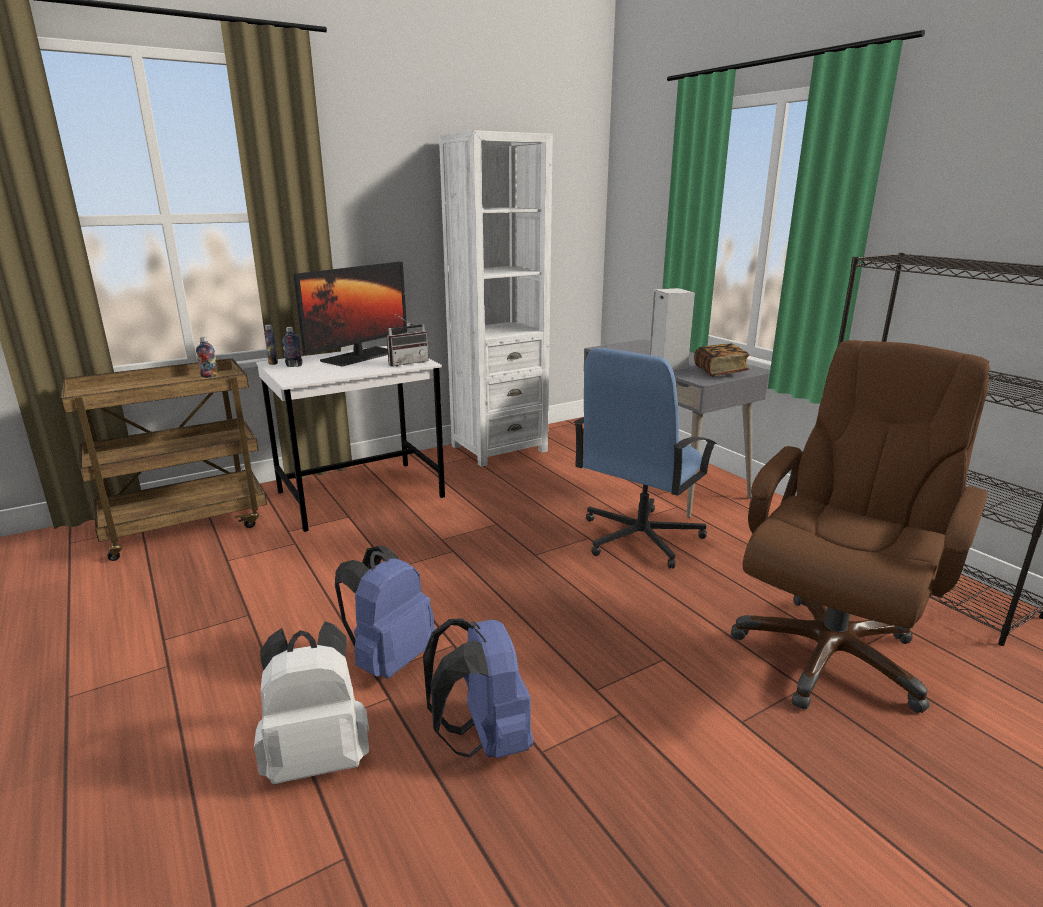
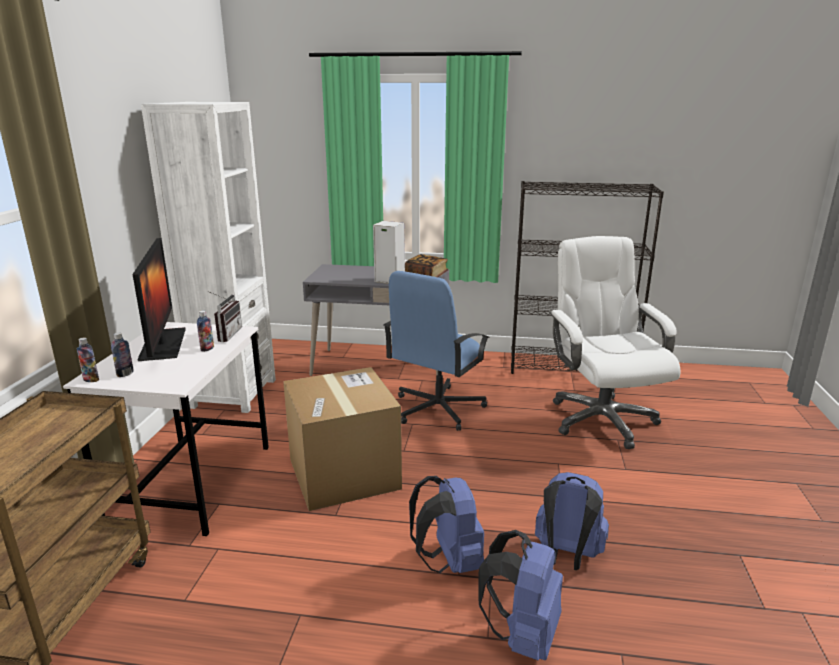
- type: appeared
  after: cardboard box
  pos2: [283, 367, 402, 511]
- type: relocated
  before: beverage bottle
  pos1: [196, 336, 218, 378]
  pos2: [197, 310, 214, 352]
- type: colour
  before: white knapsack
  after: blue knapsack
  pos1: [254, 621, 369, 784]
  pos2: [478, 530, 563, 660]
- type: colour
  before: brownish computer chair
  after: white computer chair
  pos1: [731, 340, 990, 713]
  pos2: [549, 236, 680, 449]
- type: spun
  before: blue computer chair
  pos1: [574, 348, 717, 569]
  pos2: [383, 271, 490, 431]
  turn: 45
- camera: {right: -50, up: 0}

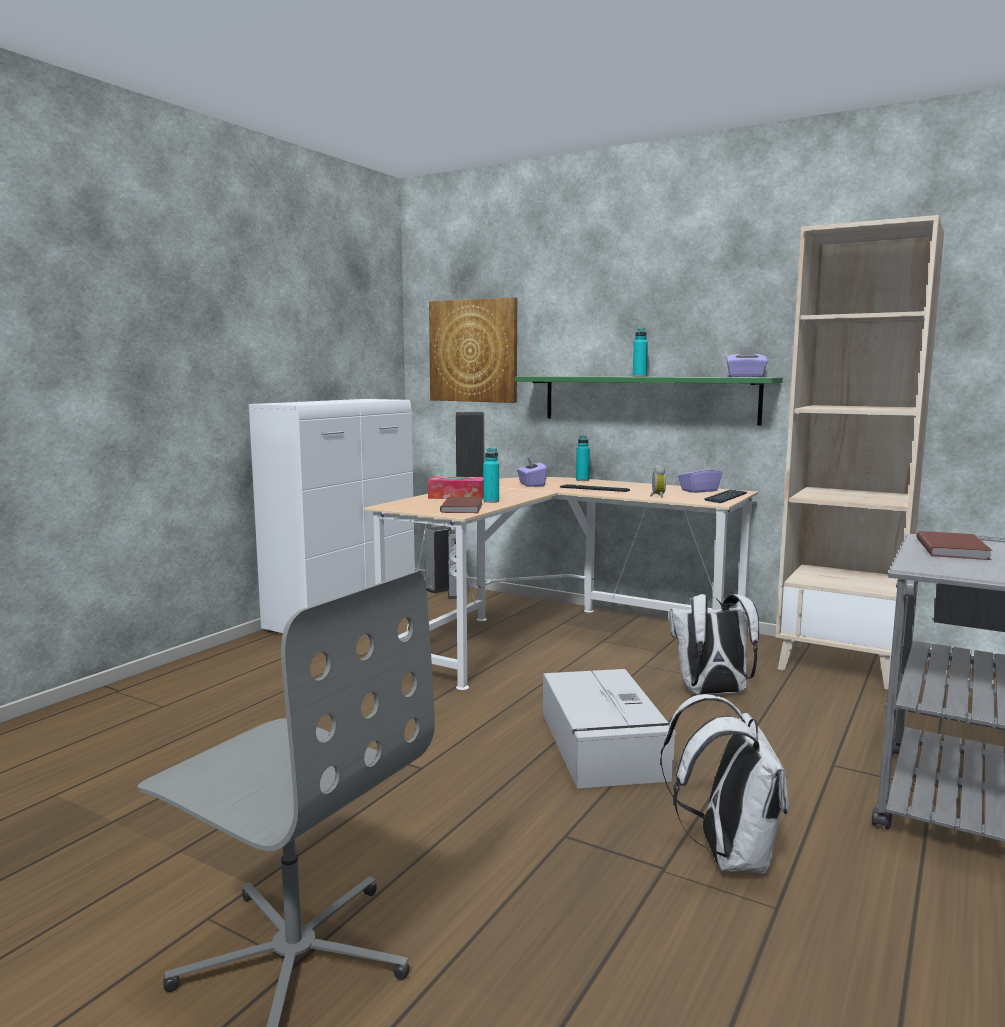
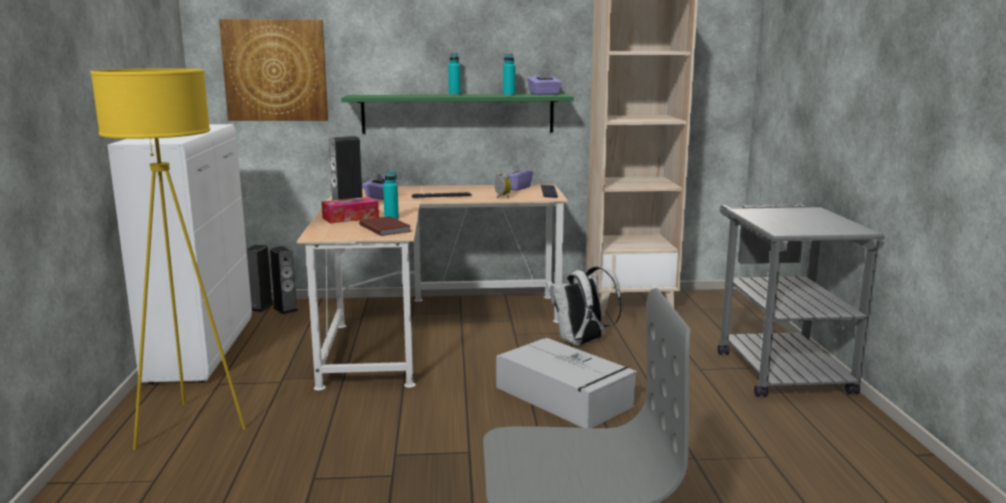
- type: missing
  before: white knapsack
  pos1: [660, 694, 789, 874]
- type: missing
  before: brownish book
  pos1: [916, 531, 993, 560]
- type: appeared
  after: yellowish floor lamp
  pos2: [90, 68, 246, 450]
- type: relocated
  before: turquoise beverage bottle
  pos1: [576, 435, 590, 481]
  pos2: [503, 54, 515, 96]
- camera: {right: -35, up: 5}

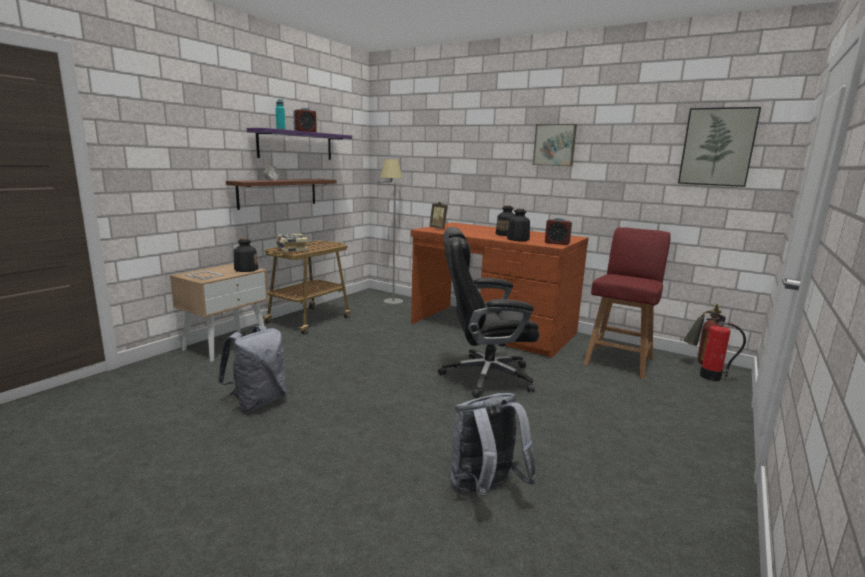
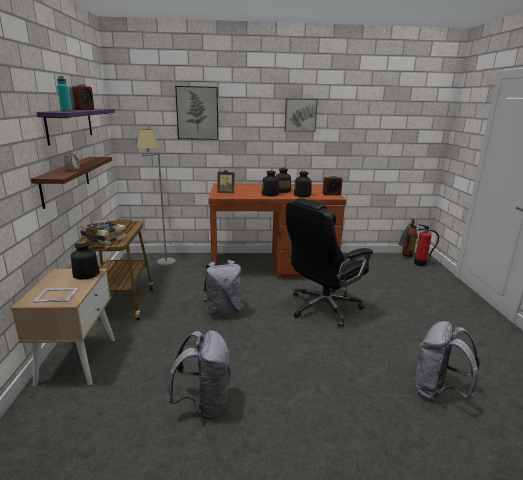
- type: missing
  before: red chair
  pos1: [584, 227, 671, 379]
- type: appeared
  after: greyish knapsack
  pos2: [203, 260, 242, 316]
- type: appeared
  after: beverage bottle
  pos2: [262, 170, 279, 196]
- type: relocated
  before: picture
  pos1: [678, 107, 761, 187]
  pos2: [175, 86, 218, 140]
- camera: {right: -35, up: 5}

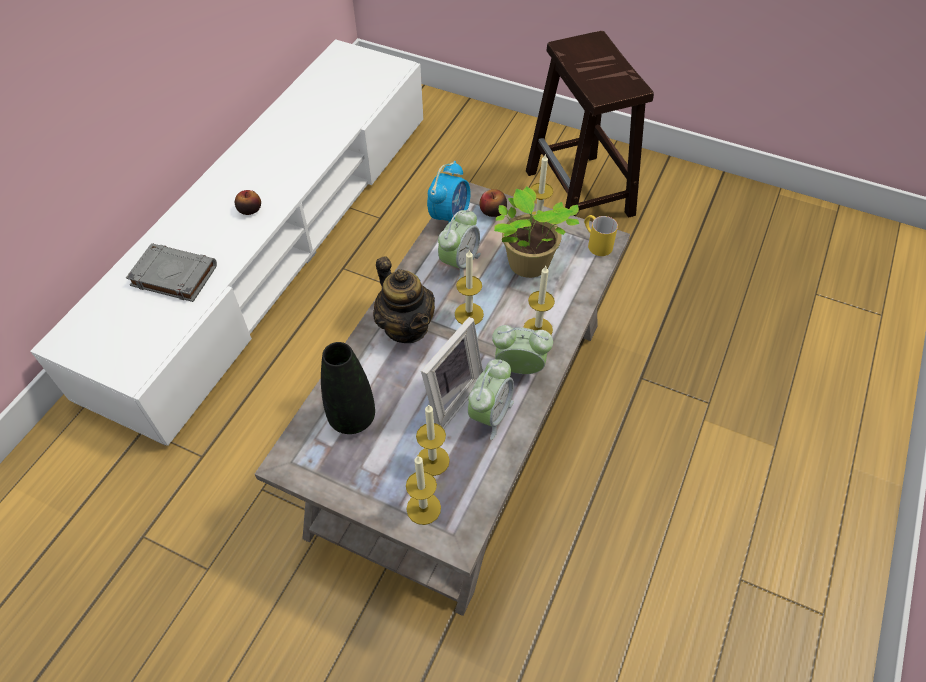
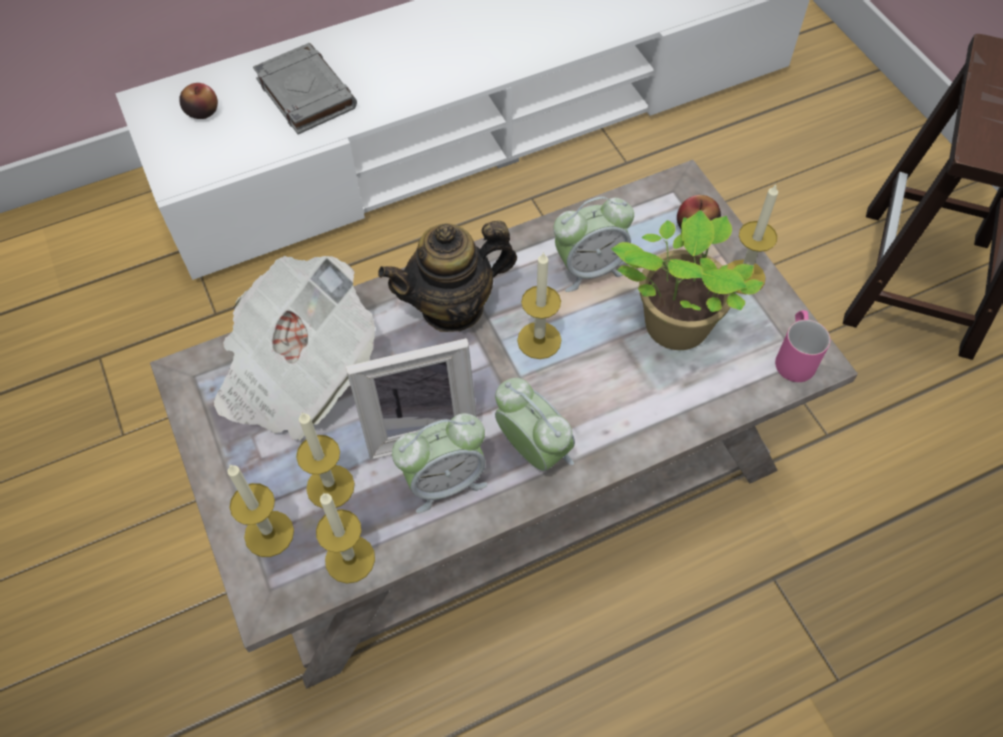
- type: missing
  before: table clock
  pos1: [427, 161, 471, 222]
- type: relocated
  before: apple
  pos1: [235, 190, 261, 215]
  pos2: [179, 83, 218, 119]
- type: relocated
  before: wax candle
  pos1: [523, 266, 555, 335]
  pos2: [316, 493, 375, 584]
- type: exchanged
  before: black-coloured decorative vase
  after: newspaper
  pos1: [321, 342, 375, 434]
  pos2: [214, 256, 375, 440]
- type: colour
  before: yellowish mug
  after: pink mug
  pos1: [584, 215, 618, 256]
  pos2: [775, 310, 830, 382]
- type: spun
  before: tea pot
  pos1: [373, 256, 435, 343]
  pos2: [378, 221, 517, 332]
  turn: 60
- camera: {right: 40, up: 5}

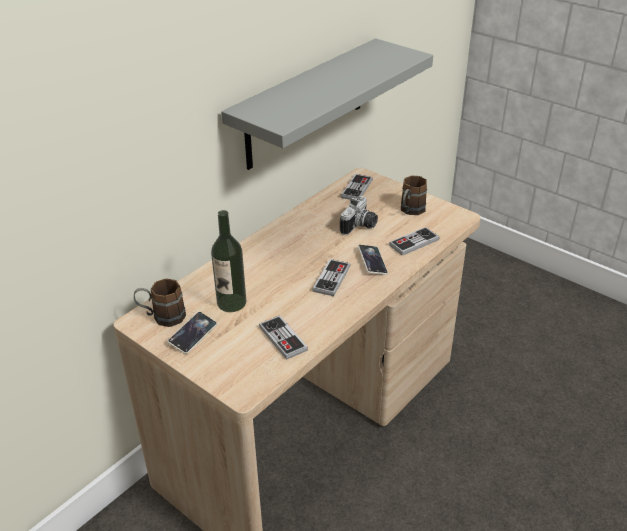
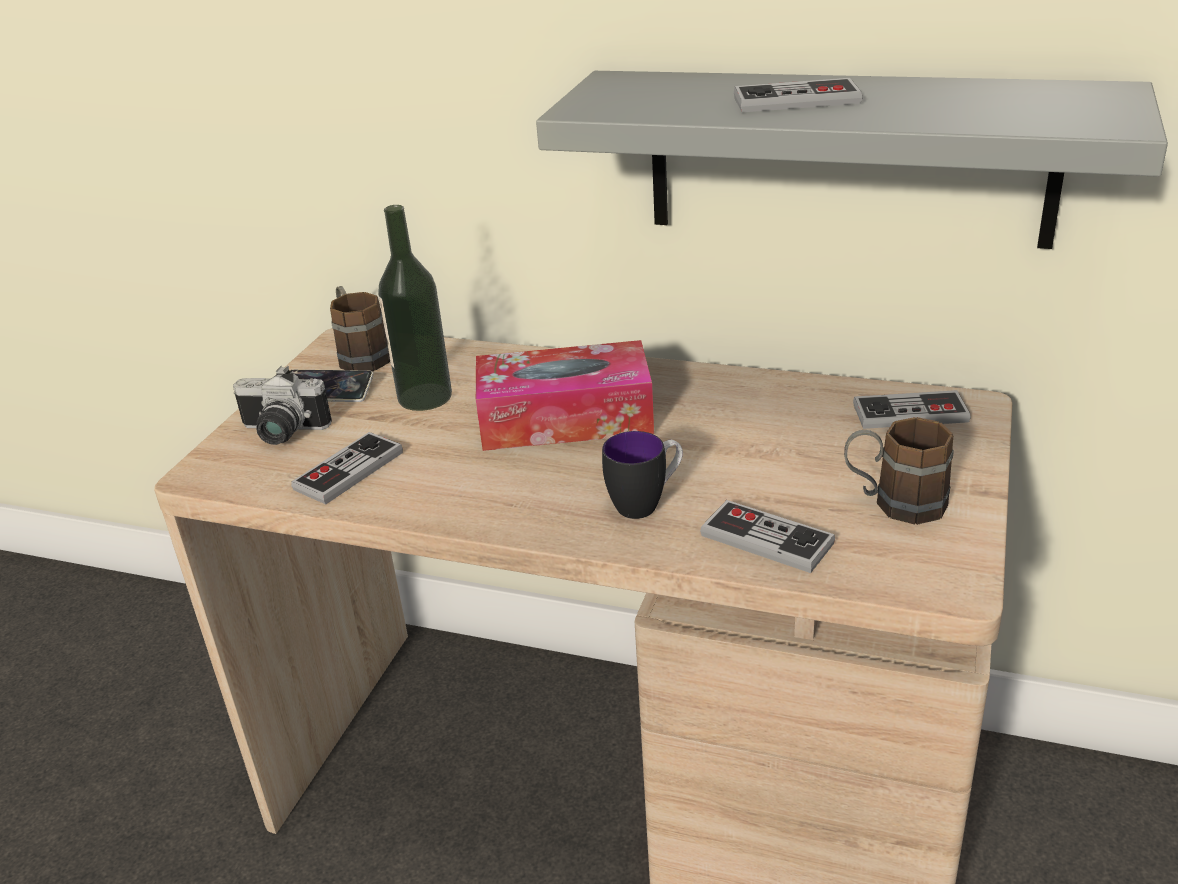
- type: appeared
  after: box of tissues
  pos2: [476, 340, 654, 451]
- type: relocated
  before: joypad
  pos1: [313, 259, 350, 296]
  pos2: [734, 78, 863, 112]
- type: relocated
  before: photo camera
  pos1: [340, 196, 378, 235]
  pos2: [233, 366, 332, 445]
- type: exchanged
  before: phone
  after: mug
  pos1: [358, 245, 388, 275]
  pos2: [602, 431, 683, 519]
- camera: {right: 70, up: -5}

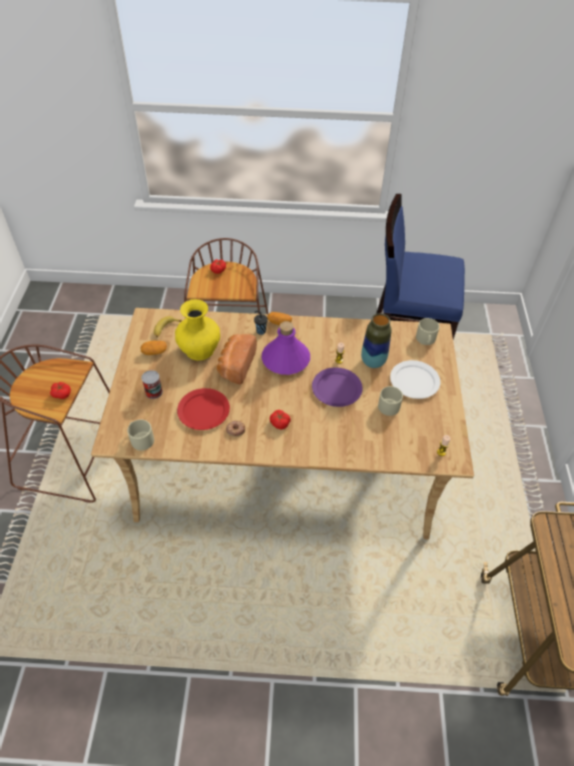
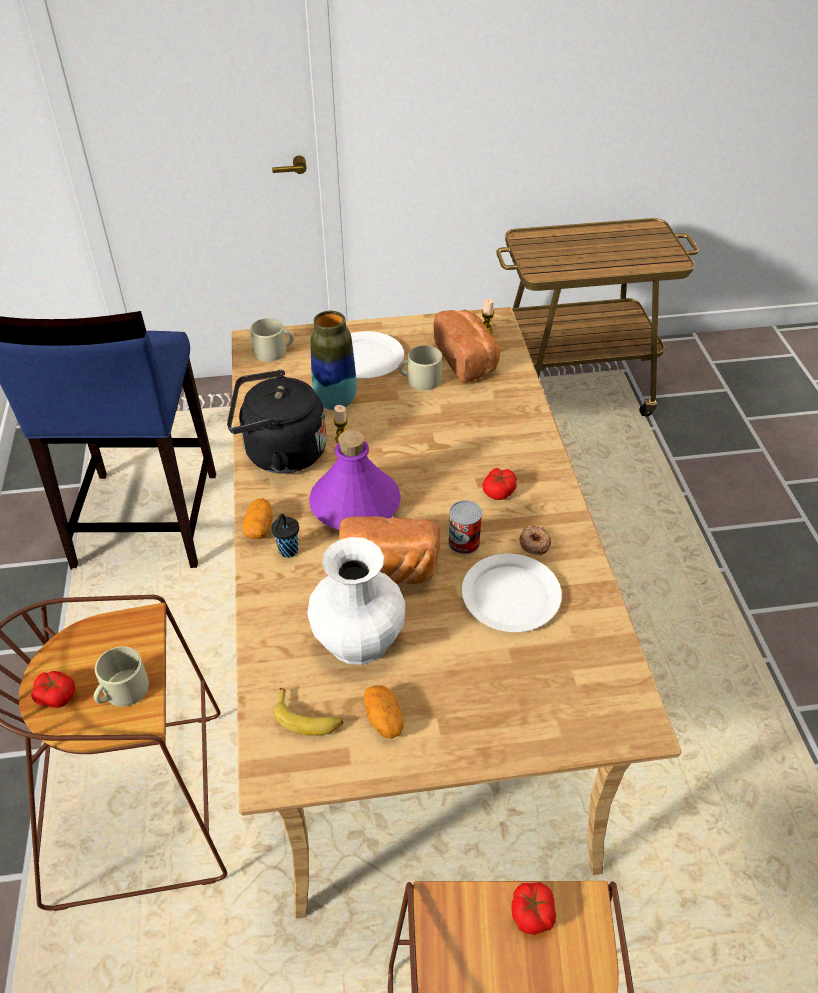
- type: missing
  before: purple plate
  pos1: [312, 367, 363, 407]
- type: appeared
  after: black-coloured tea kettle
  pos2: [227, 370, 327, 474]
- type: appeared
  after: bread
  pos2: [434, 310, 500, 383]
- type: relocated
  before: beige-coloured mug
  pos1: [127, 419, 154, 451]
  pos2: [94, 646, 149, 707]
- type: relocated
  before: sealed can
  pos1: [141, 370, 163, 399]
  pos2: [448, 500, 482, 554]
- type: colour
  before: yellowish decorative vase
  after: white decorative vase
  pos1: [175, 299, 220, 361]
  pos2: [307, 537, 405, 665]
- type: colour
  before: red plate
  after: white plate
  pos1: [177, 388, 230, 430]
  pos2: [462, 554, 562, 632]
- camera: {right: -100, up: -5}

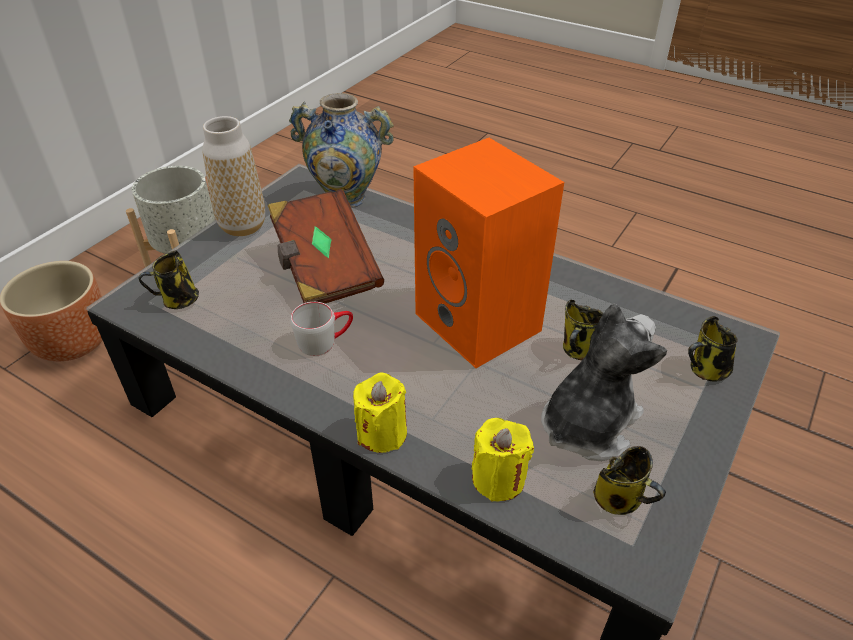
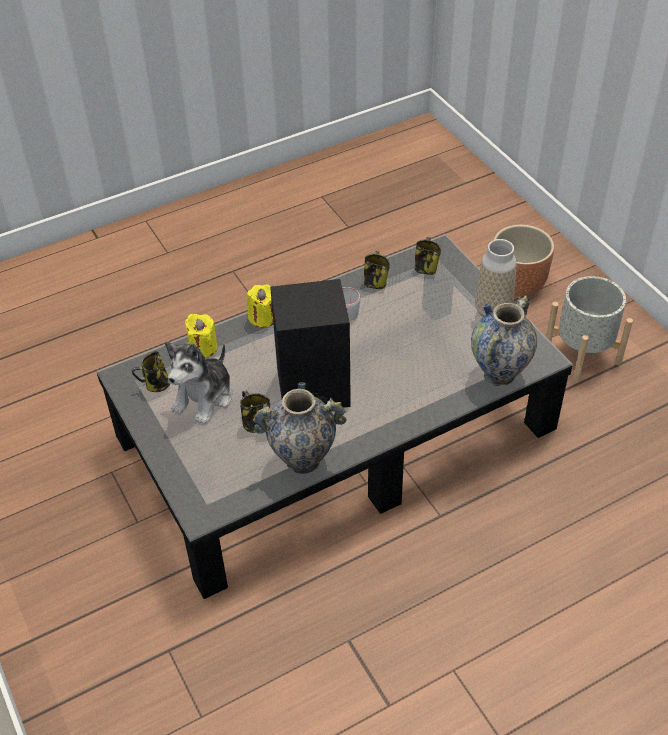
- type: missing
  before: brownish book
  pos1: [268, 189, 384, 304]
- type: appeared
  after: decorative vase
  pos2: [253, 382, 347, 474]
- type: relocated
  before: mug
  pos1: [688, 316, 738, 382]
  pos2: [364, 251, 390, 289]
- type: colour
  before: orange audio speaker
  after: black-coloured audio speaker
  pos1: [413, 138, 564, 368]
  pos2: [270, 279, 351, 408]
- type: spun
  before: soft toy
  pos1: [541, 303, 667, 461]
  pos2: [165, 342, 233, 424]
  turn: 45
- camera: {right: 120, up: 5}

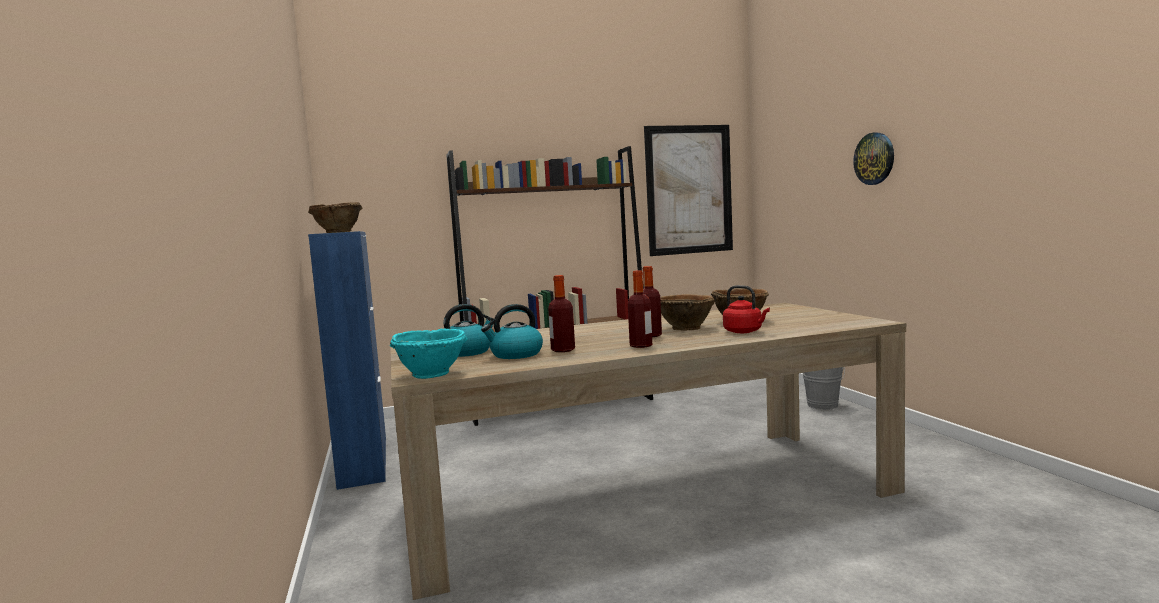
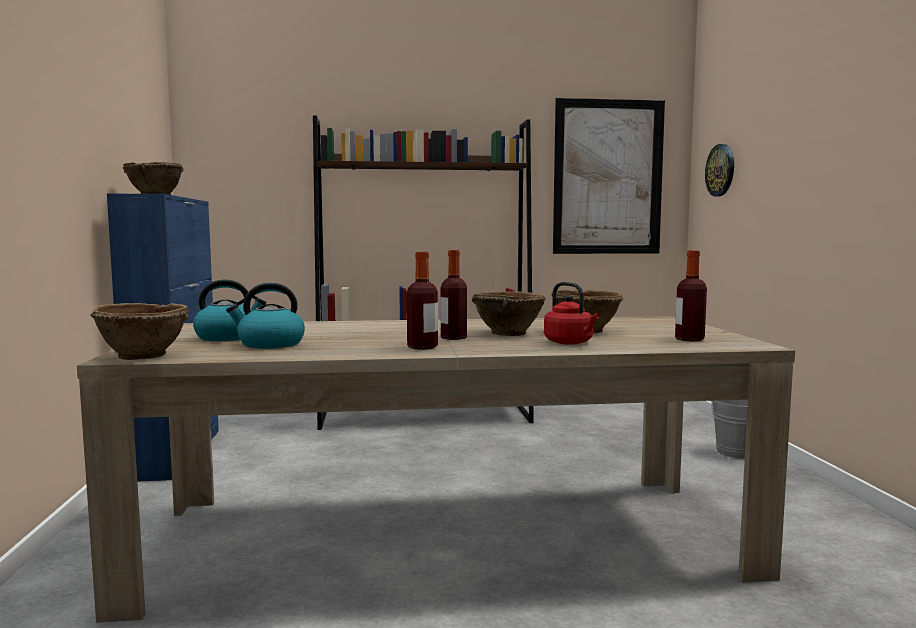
- type: relocated
  before: beverage bottle
  pos1: [548, 275, 575, 352]
  pos2: [675, 250, 707, 342]
- type: relocated
  before: wall clock
  pos1: [853, 133, 894, 185]
  pos2: [705, 144, 734, 197]
- type: colour
  before: turquoise deep dish
  after: brownish deep dish
  pos1: [390, 328, 468, 379]
  pos2: [90, 303, 189, 360]
- camera: {right: 10, up: 0}

